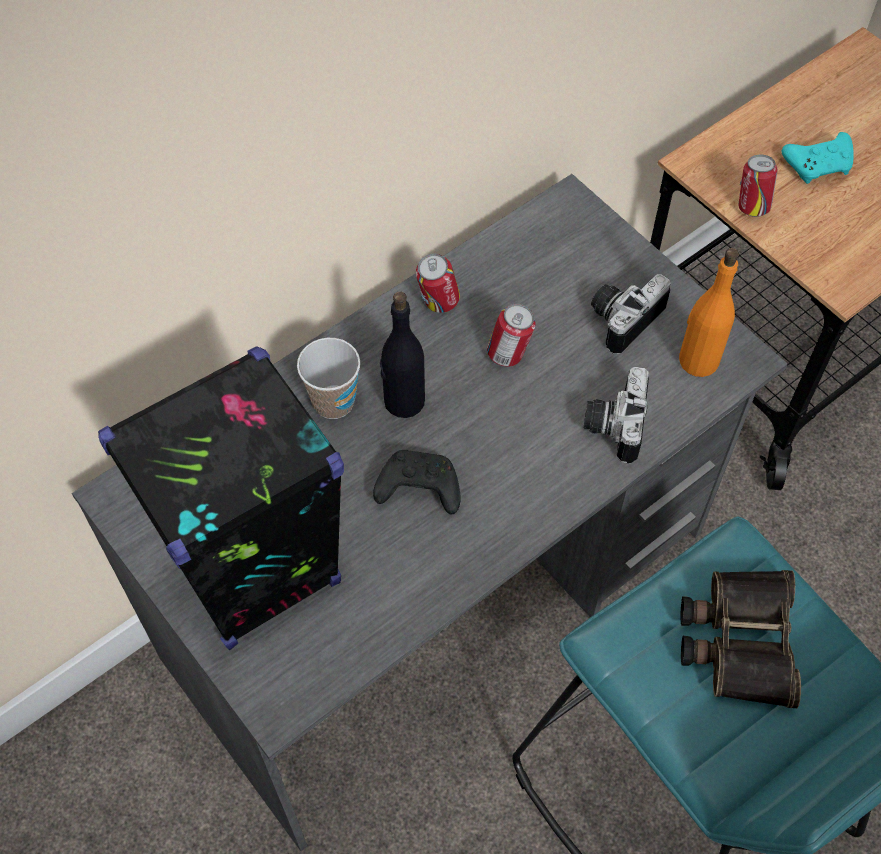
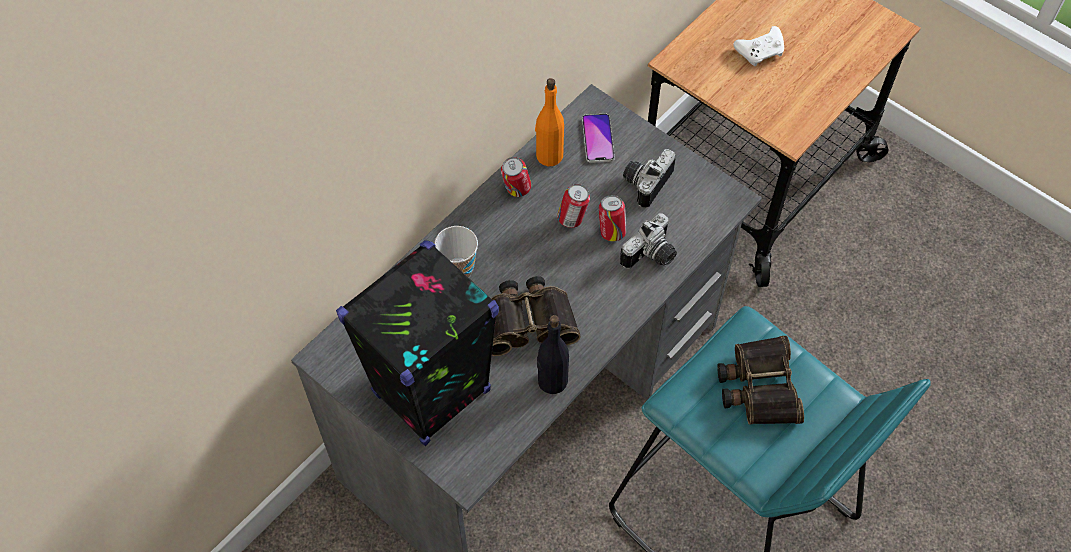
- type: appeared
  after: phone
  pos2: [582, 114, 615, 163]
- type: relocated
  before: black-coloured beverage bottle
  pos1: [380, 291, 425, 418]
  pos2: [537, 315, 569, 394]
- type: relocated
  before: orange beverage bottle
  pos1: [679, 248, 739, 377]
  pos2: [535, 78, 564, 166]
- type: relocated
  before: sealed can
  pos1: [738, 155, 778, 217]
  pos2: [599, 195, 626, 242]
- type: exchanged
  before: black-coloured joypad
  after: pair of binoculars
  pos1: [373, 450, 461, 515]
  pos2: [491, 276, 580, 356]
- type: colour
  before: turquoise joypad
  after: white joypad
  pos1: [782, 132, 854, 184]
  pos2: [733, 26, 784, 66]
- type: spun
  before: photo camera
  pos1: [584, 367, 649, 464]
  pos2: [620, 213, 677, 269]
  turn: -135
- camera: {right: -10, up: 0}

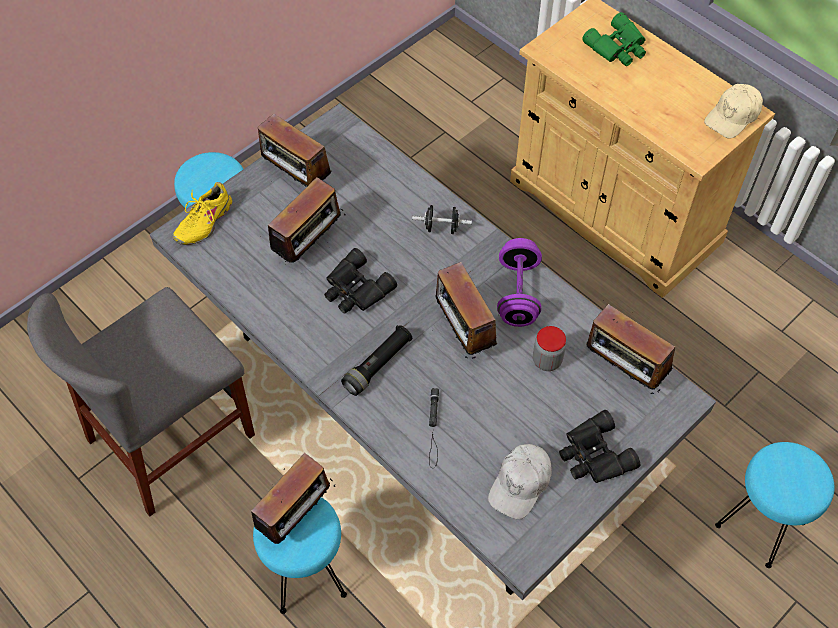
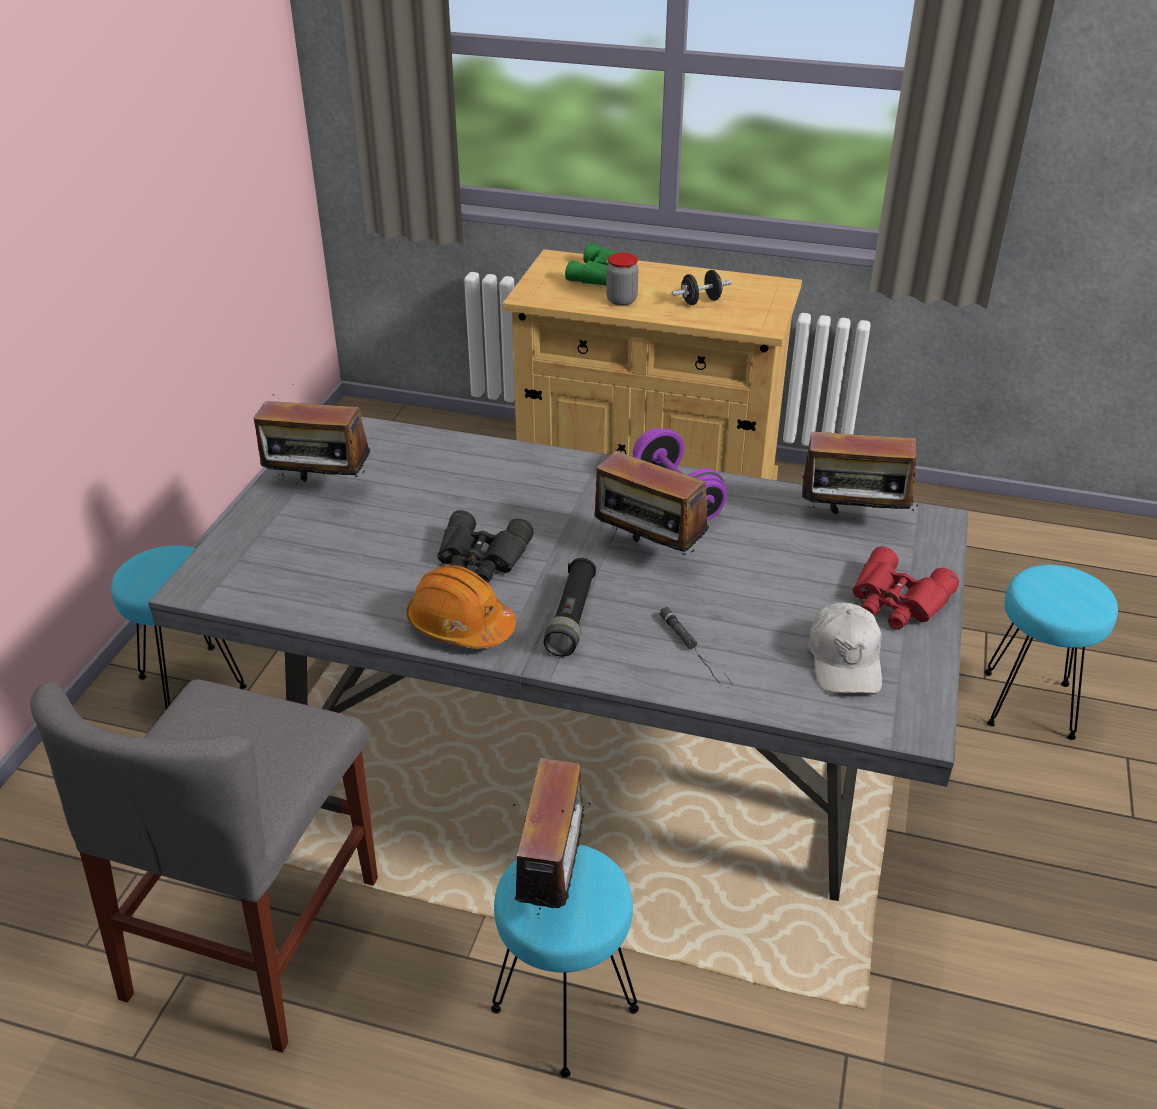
- type: missing
  before: yellowish item of footwear
  pos1: [172, 182, 232, 245]
- type: missing
  before: radio
  pos1: [268, 177, 345, 263]
- type: missing
  before: beige-coloured baseball cap
  pos1: [704, 84, 763, 139]
- type: appeared
  after: orange hard hat
  pos2: [406, 565, 516, 649]
- type: relocated
  before: black-coloured free weight
  pos1: [412, 205, 472, 234]
  pos2: [672, 270, 732, 305]
- type: relocated
  before: preserve jar
  pos1: [533, 326, 566, 371]
  pos2: [606, 253, 638, 306]
- type: colour
  before: black-coloured pair of binoculars
  after: red pair of binoculars
  pos1: [559, 410, 640, 483]
  pos2: [852, 546, 959, 630]
- camera: {right: -30, up: -20}

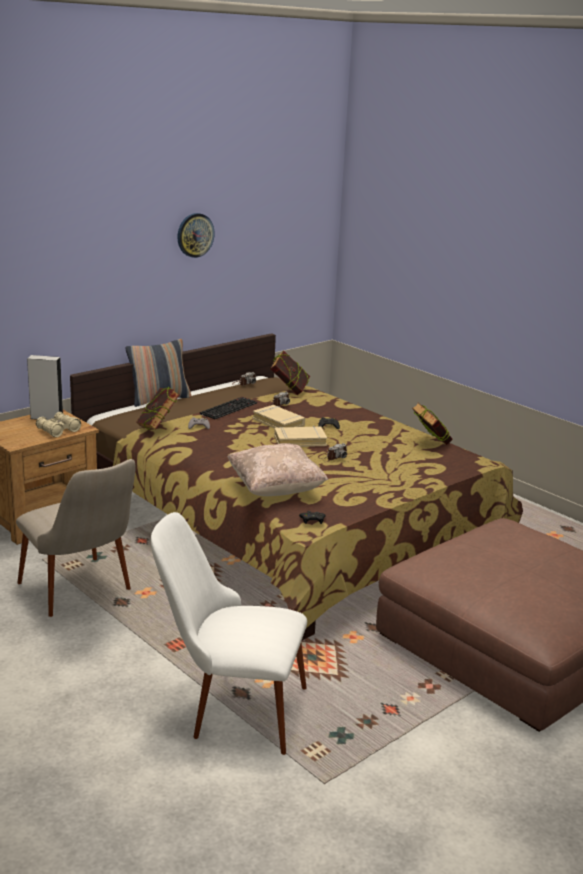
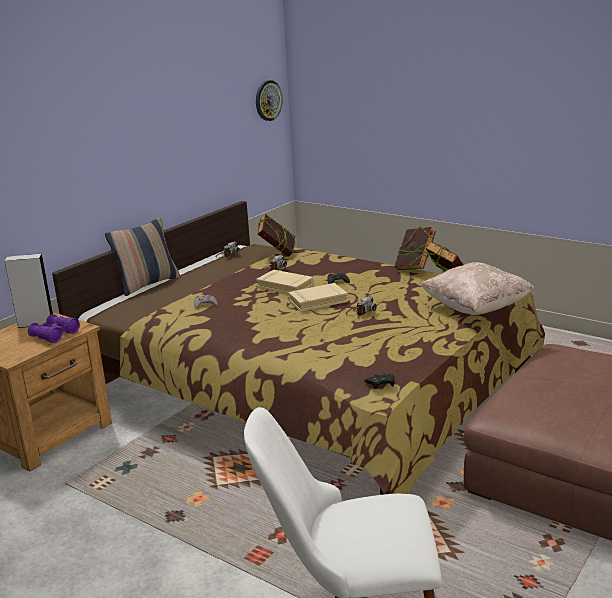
- type: missing
  before: beige-coloured chair
  pos1: [16, 459, 136, 617]
- type: missing
  before: PC keyboard
  pos1: [200, 397, 257, 419]
- type: relocated
  before: book
  pos1: [136, 387, 180, 430]
  pos2: [394, 226, 436, 270]
- type: relocated
  before: wall clock
  pos1: [177, 213, 215, 258]
  pos2: [256, 80, 283, 121]
- type: relocated
  before: beige-coloured pillow
  pos1: [227, 443, 328, 496]
  pos2: [420, 262, 535, 315]
- type: colour
  before: beige-coloured pair of binoculars
  after: purple pair of binoculars
  pos1: [36, 412, 81, 437]
  pos2: [28, 314, 80, 343]
- camera: {right: -10, up: 0}

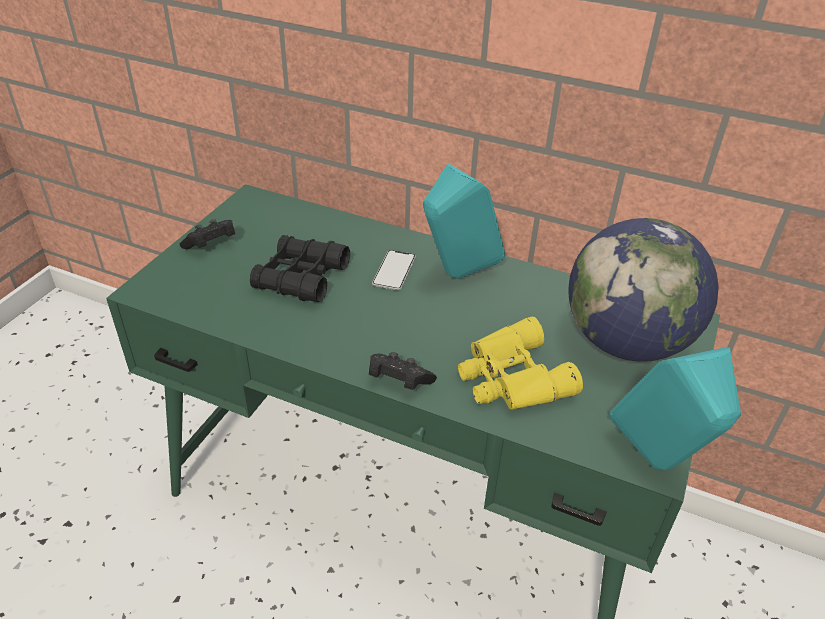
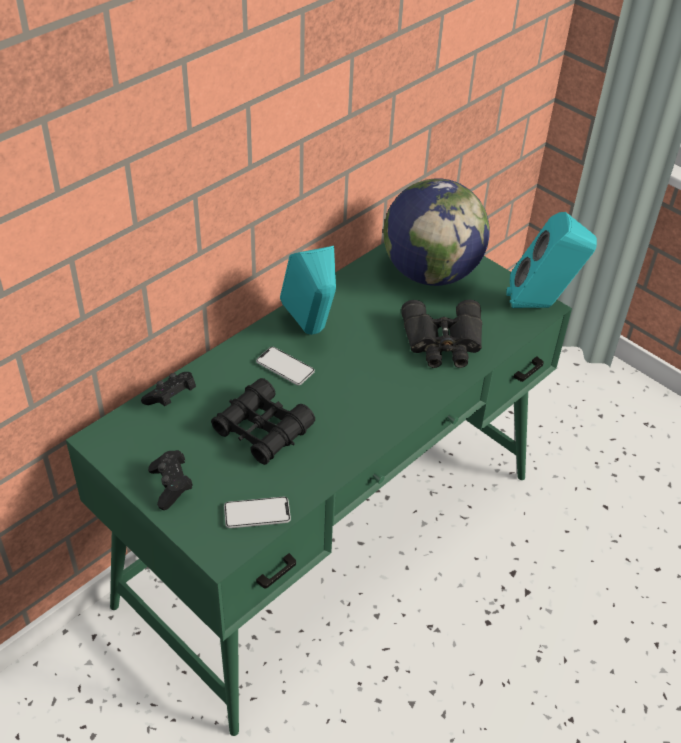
- type: appeared
  after: phone
  pos2: [224, 497, 291, 528]
- type: relocated
  before: black-coloured joypad
  pos1: [369, 352, 437, 390]
  pos2: [141, 372, 196, 406]
- type: colour
  before: yellowish pair of binoculars
  after: black-coloured pair of binoculars
  pos1: [458, 316, 583, 410]
  pos2: [402, 300, 482, 368]
- camera: {right: -70, up: 5}

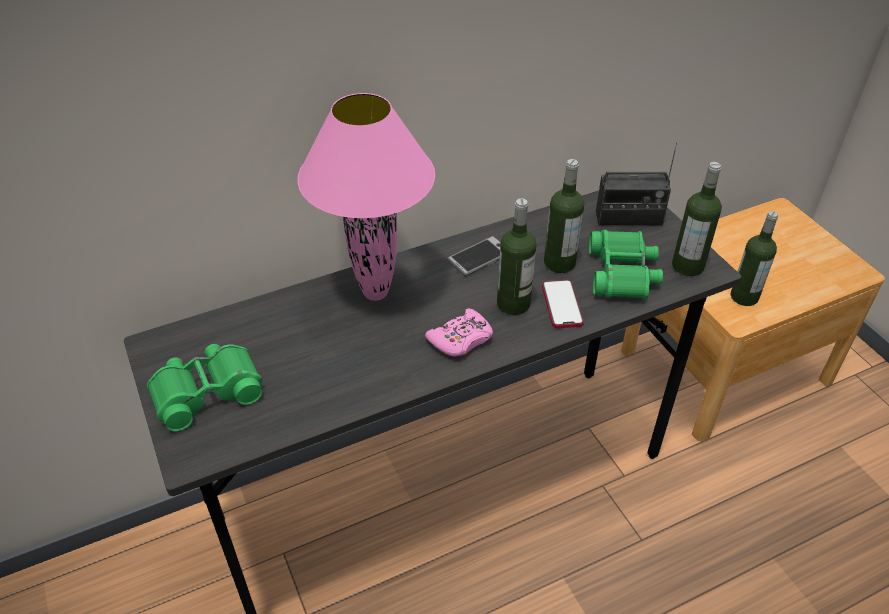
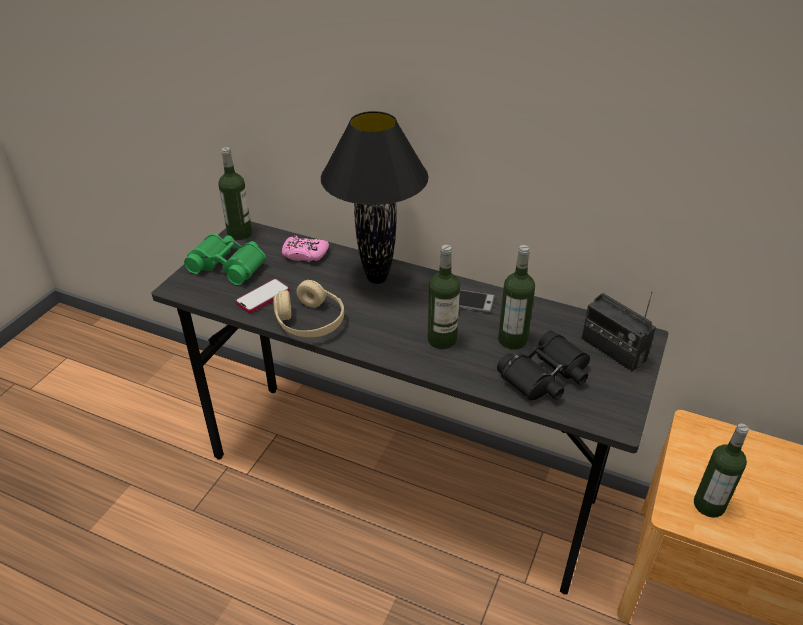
- type: appeared
  after: beige-coloured headset
  pos2: [273, 280, 344, 337]
- type: relocated
  before: pink joypad
  pos1: [425, 308, 493, 357]
  pos2: [282, 236, 329, 262]
- type: relocated
  before: phone
  pos1: [542, 280, 584, 328]
  pos2: [235, 278, 290, 313]
- type: relocated
  before: beverage bottle
  pos1: [672, 162, 722, 276]
  pos2: [218, 147, 252, 240]
- type: colour
  before: pink table lamp
  after: black-coloured table lamp
  pos1: [297, 93, 435, 301]
  pos2: [321, 111, 428, 284]
- type: colour
  before: green pair of binoculars
  after: black-coloured pair of binoculars
  pos1: [589, 230, 663, 299]
  pos2: [497, 331, 590, 400]
- camera: {right: 50, up: -5}

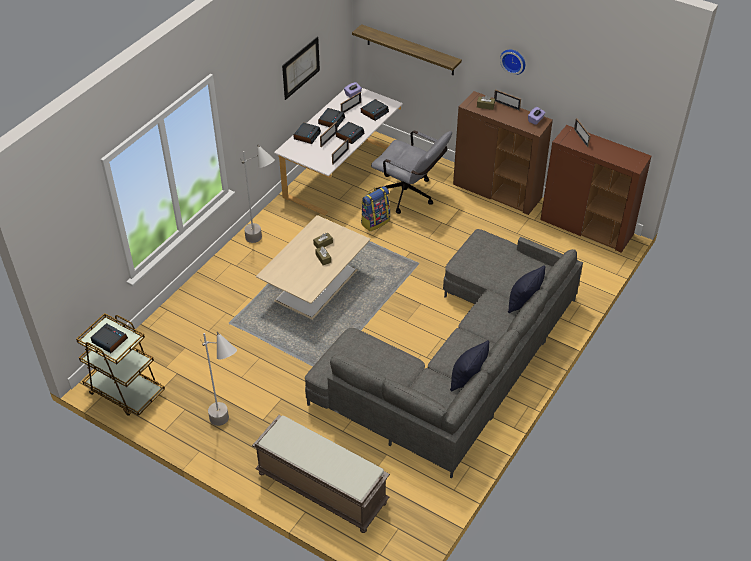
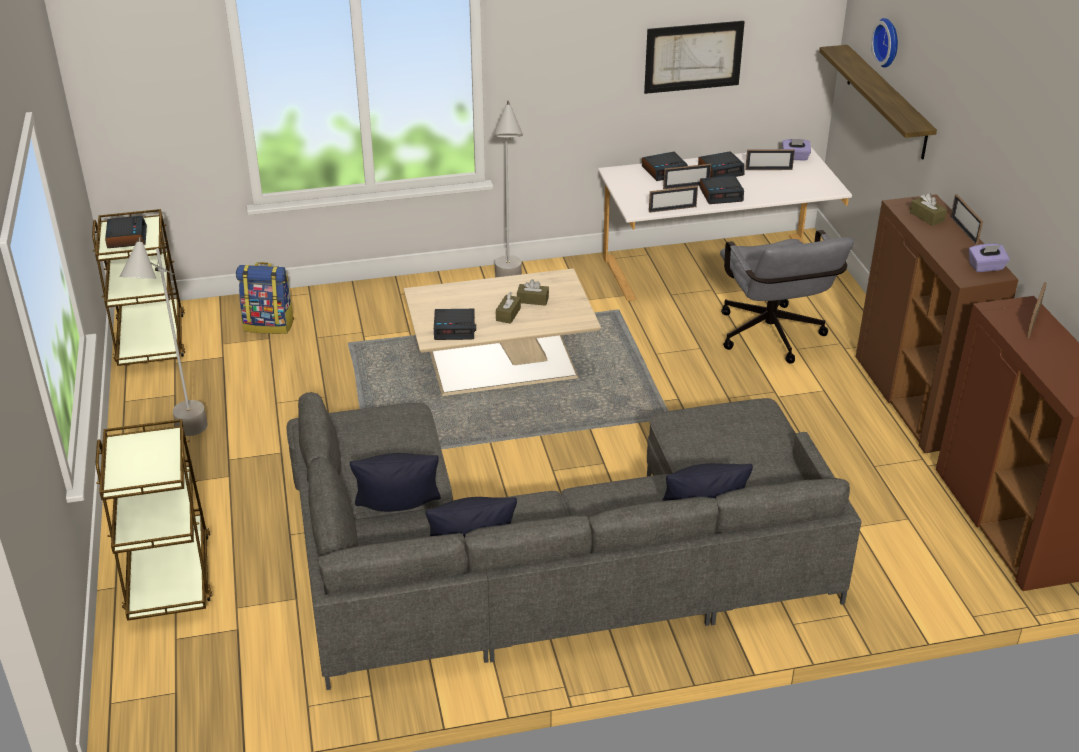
- type: appeared
  after: black-coloured pillow
  pos2: [350, 453, 441, 512]
- type: relocated
  before: table clock
  pos1: [361, 99, 389, 121]
  pos2: [434, 309, 476, 340]
- type: relocated
  before: knapsack
  pos1: [361, 186, 390, 232]
  pos2: [236, 262, 294, 334]
- type: relocated
  before: wall clock
  pos1: [500, 49, 525, 75]
  pos2: [871, 18, 898, 67]
- type: exchanged
  before: brownish bench
  after: brownish cart
  pos1: [252, 415, 390, 533]
  pos2: [96, 419, 212, 621]
- camera: {right: 45, up: -10}

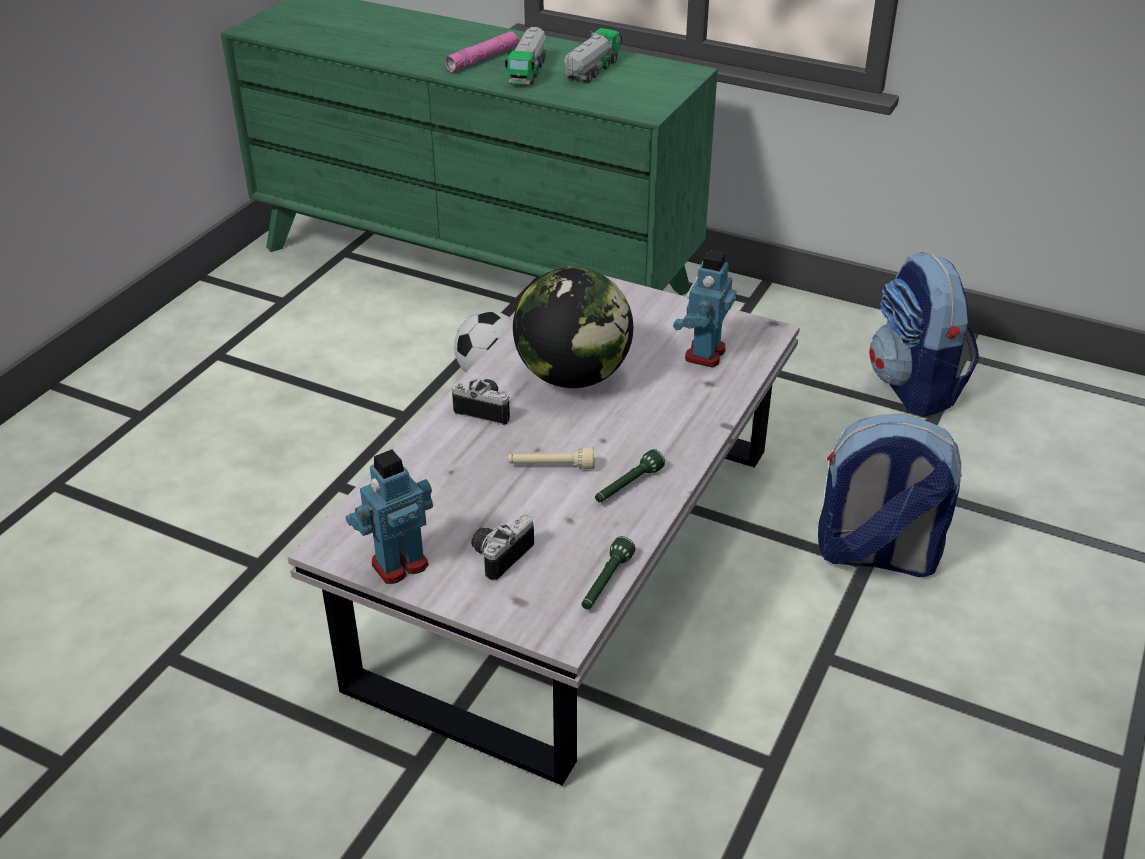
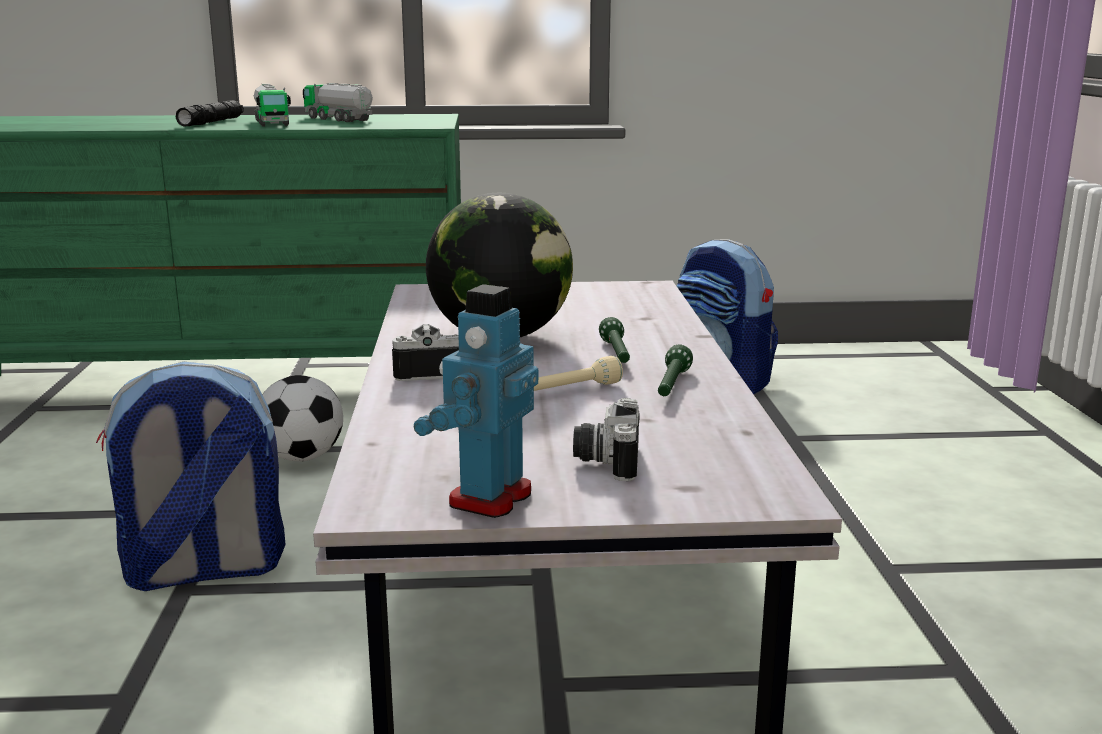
- type: missing
  before: robot figure
  pos1: [673, 250, 736, 368]
- type: relocated
  before: green torch
  pos1: [582, 536, 636, 610]
  pos2: [599, 317, 630, 363]
- type: relocated
  before: knapsack
  pos1: [818, 414, 962, 577]
  pos2: [96, 362, 286, 591]
- type: colour
  before: pink torch
  after: black-coloured torch
  pos1: [445, 31, 520, 72]
  pos2: [176, 100, 244, 126]
- type: spun
  before: model truck
  pos1: [564, 28, 622, 83]
  pos2: [303, 83, 373, 122]
  turn: -45
- camera: {right: -30, up: -20}

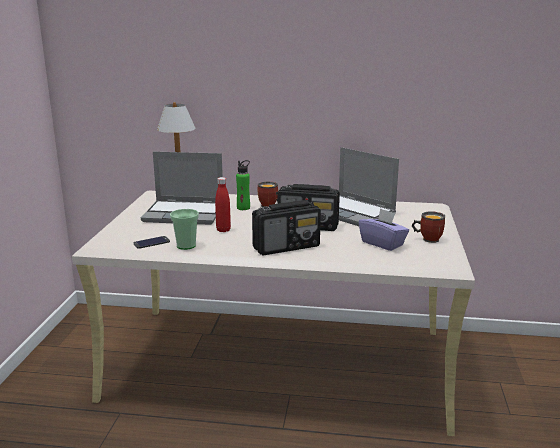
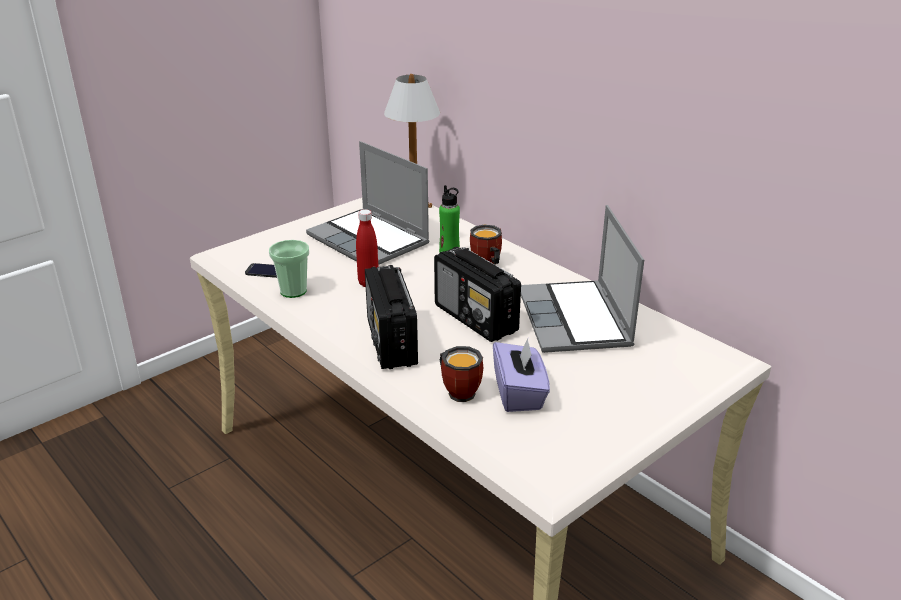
- type: relocated
  before: mug
  pos1: [412, 212, 445, 243]
  pos2: [440, 346, 484, 402]
- type: spun
  before: radio
  pos1: [252, 200, 321, 255]
  pos2: [365, 265, 418, 369]
  turn: 60
- camera: {right: 40, up: 10}

